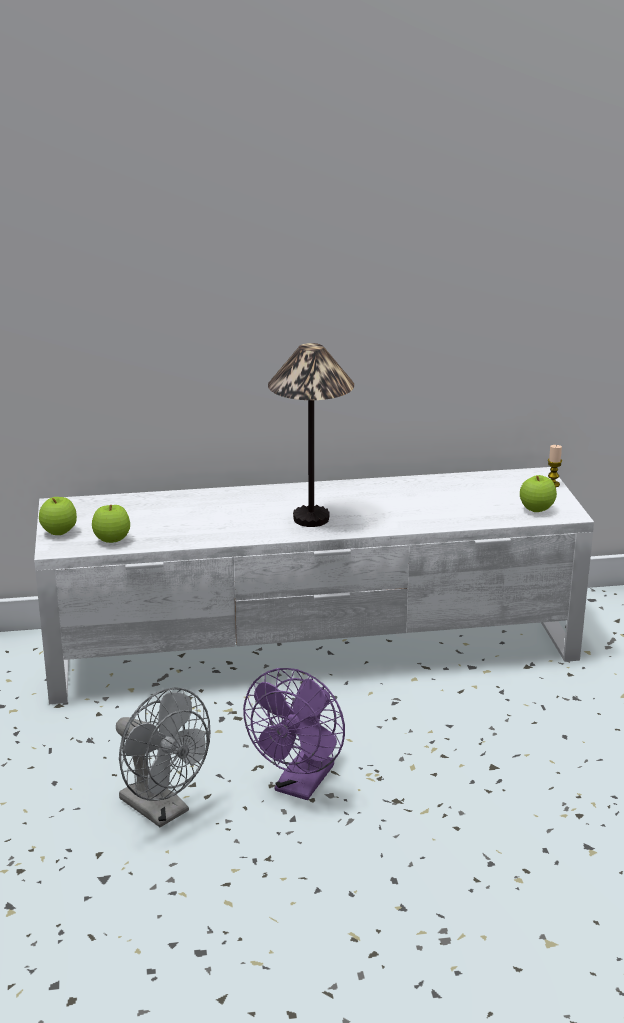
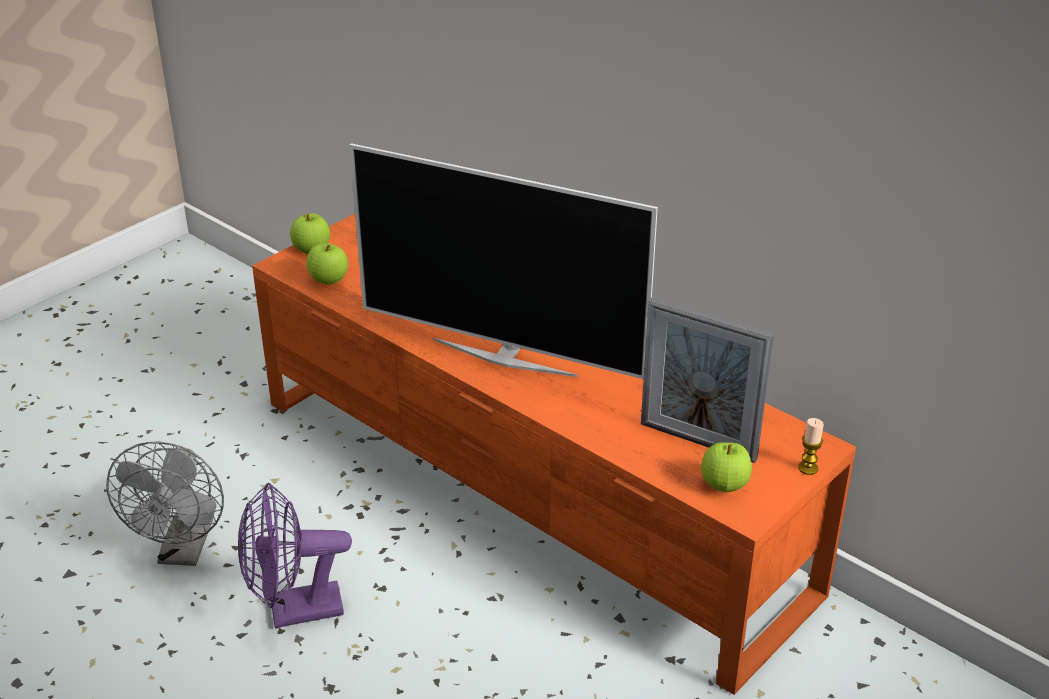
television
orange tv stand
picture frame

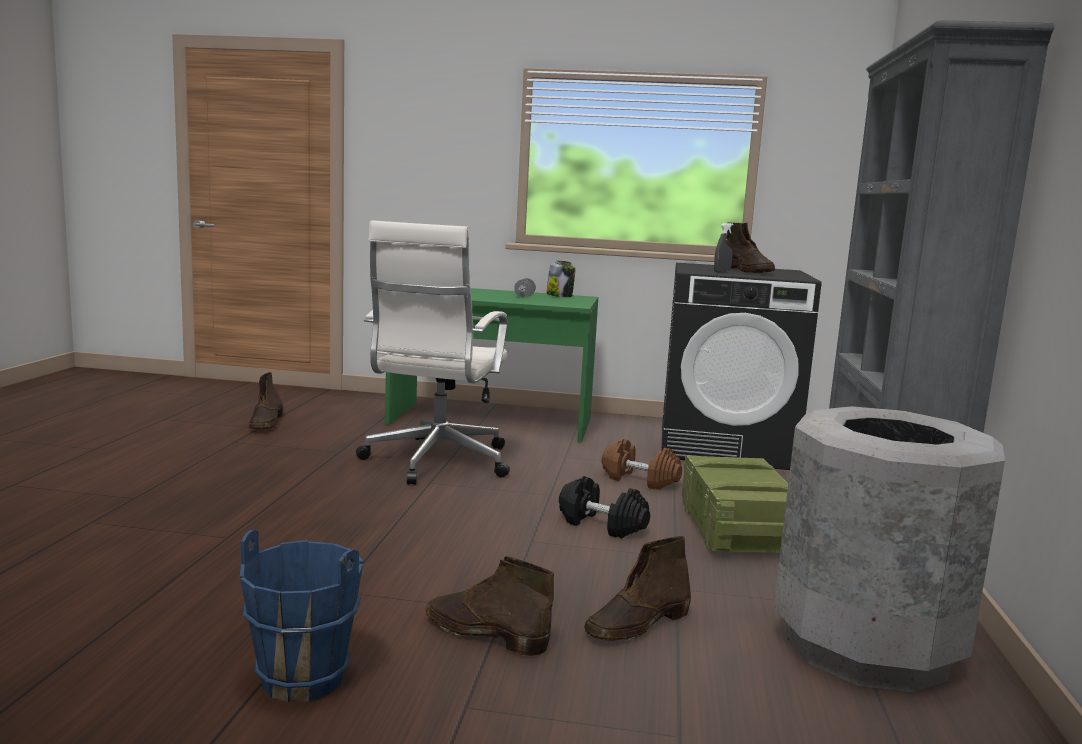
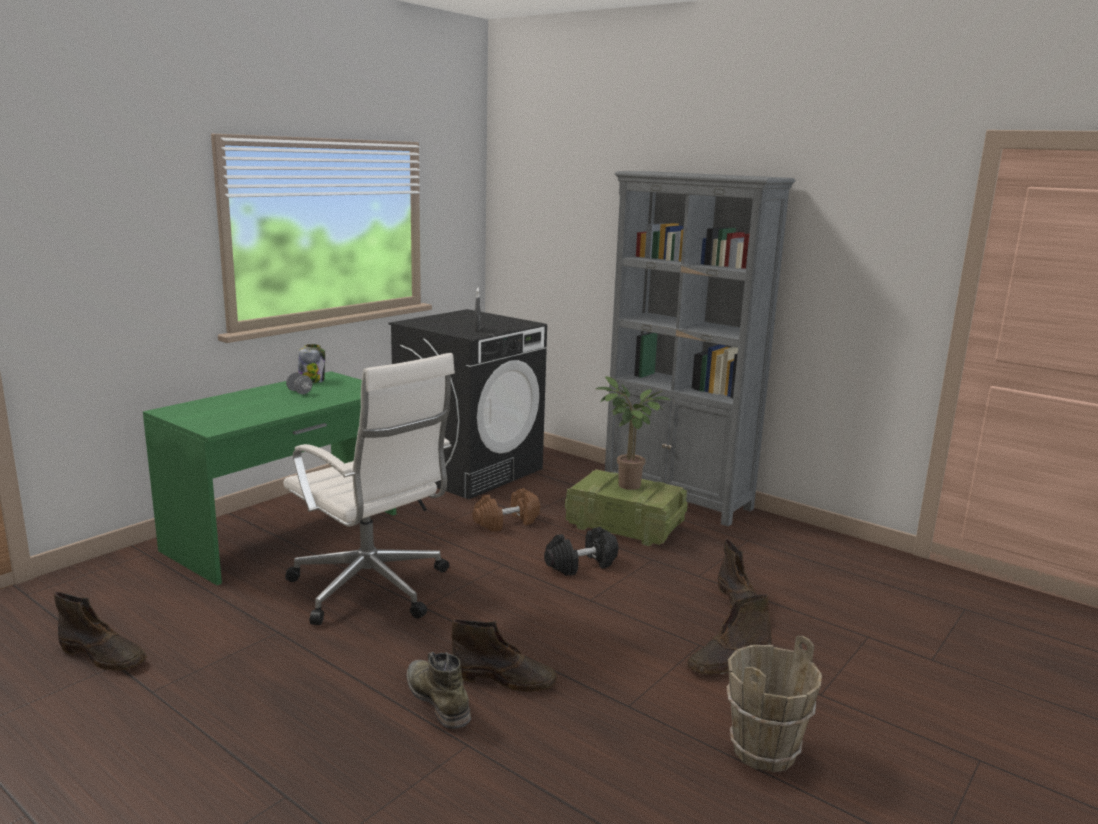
brown boot (no. 2 from left)
grey trash can
brown bucket
potted plant
green boot

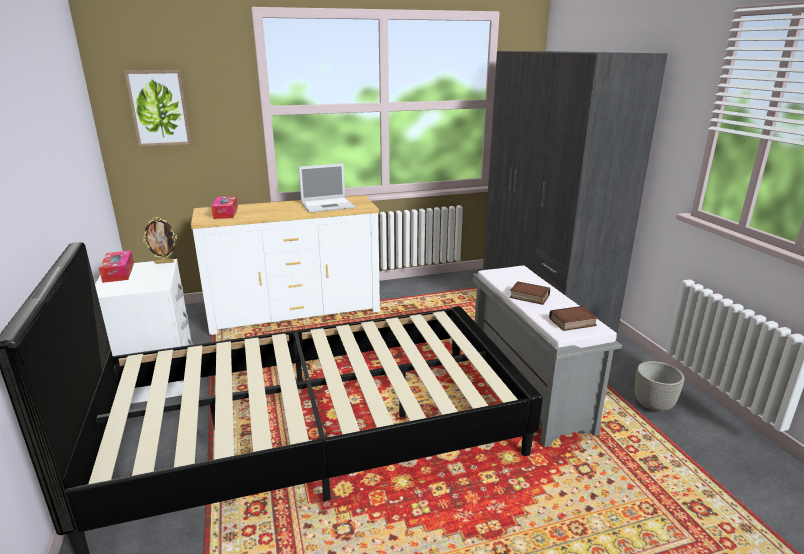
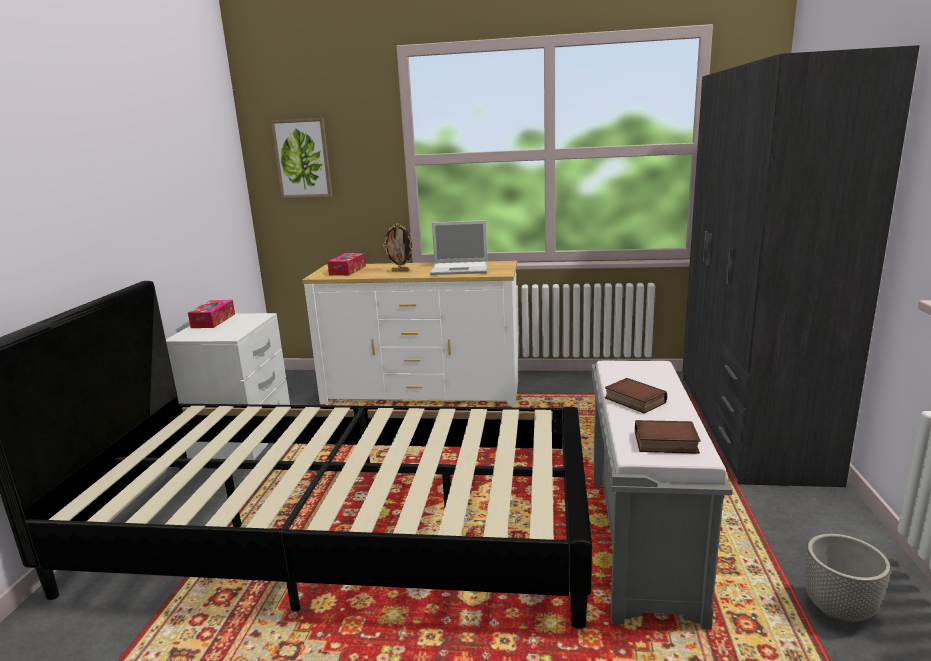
picture frame

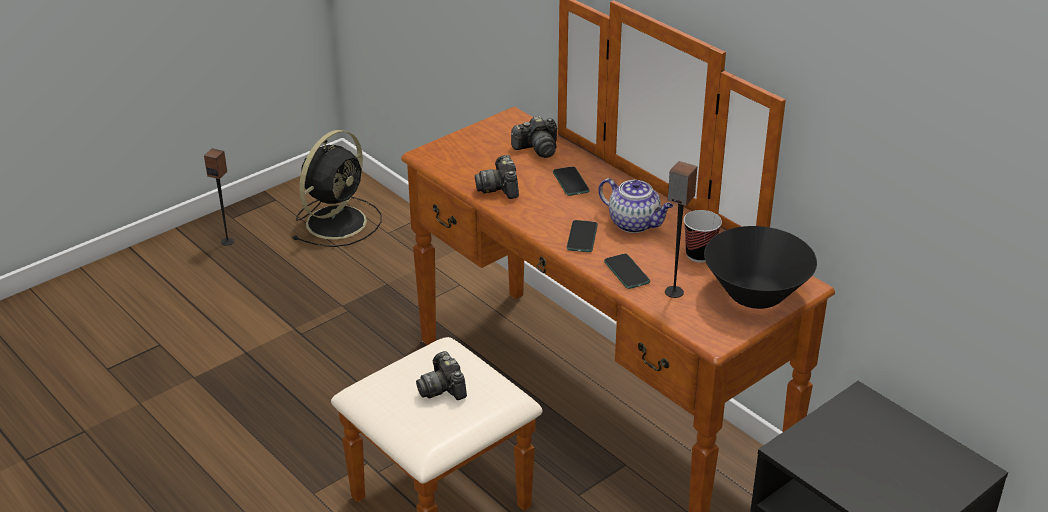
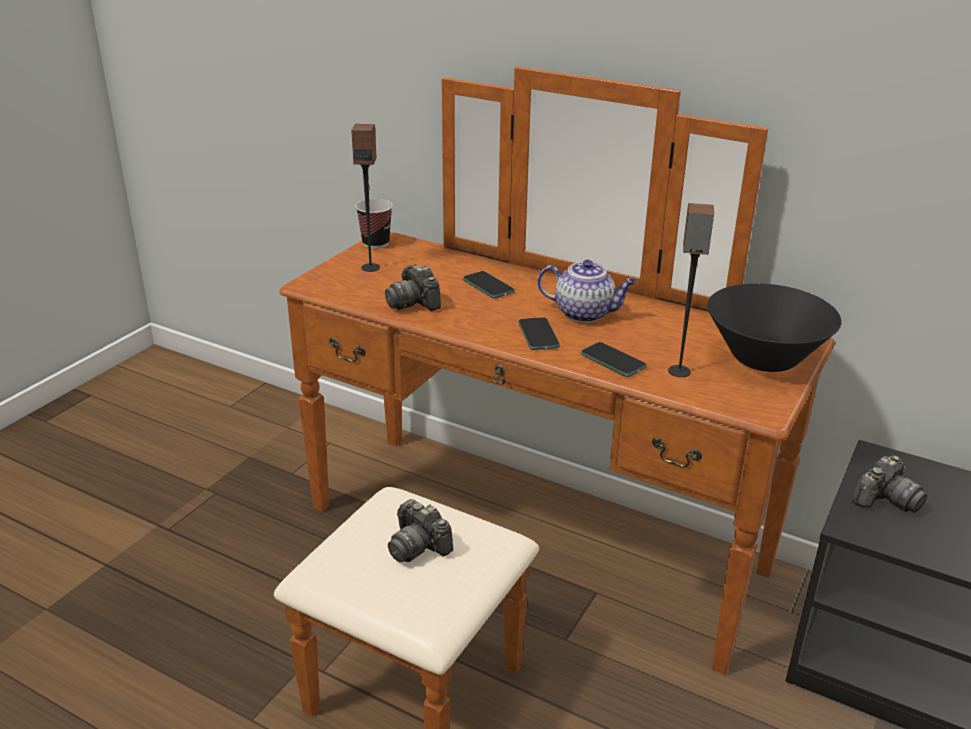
photo camera (no. 3 from left)
black fan
speaker (no. 1 from left)
cup

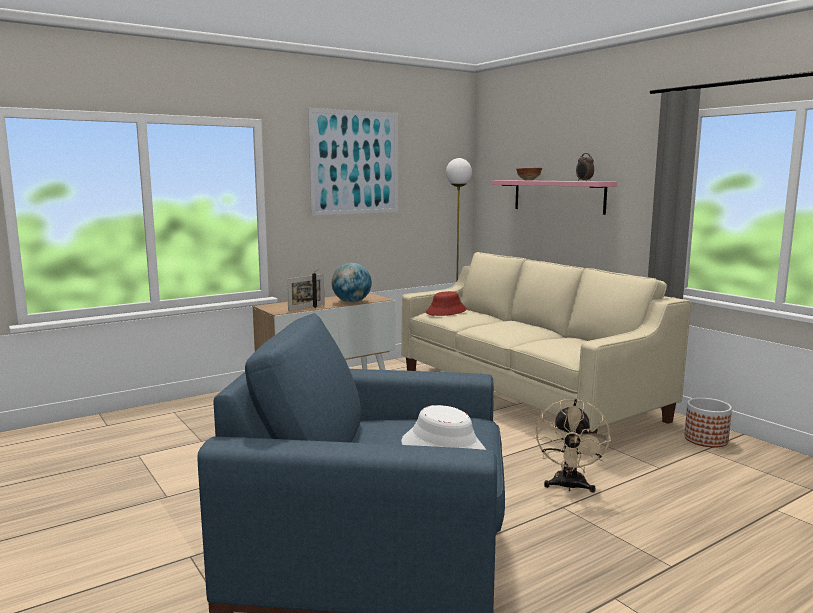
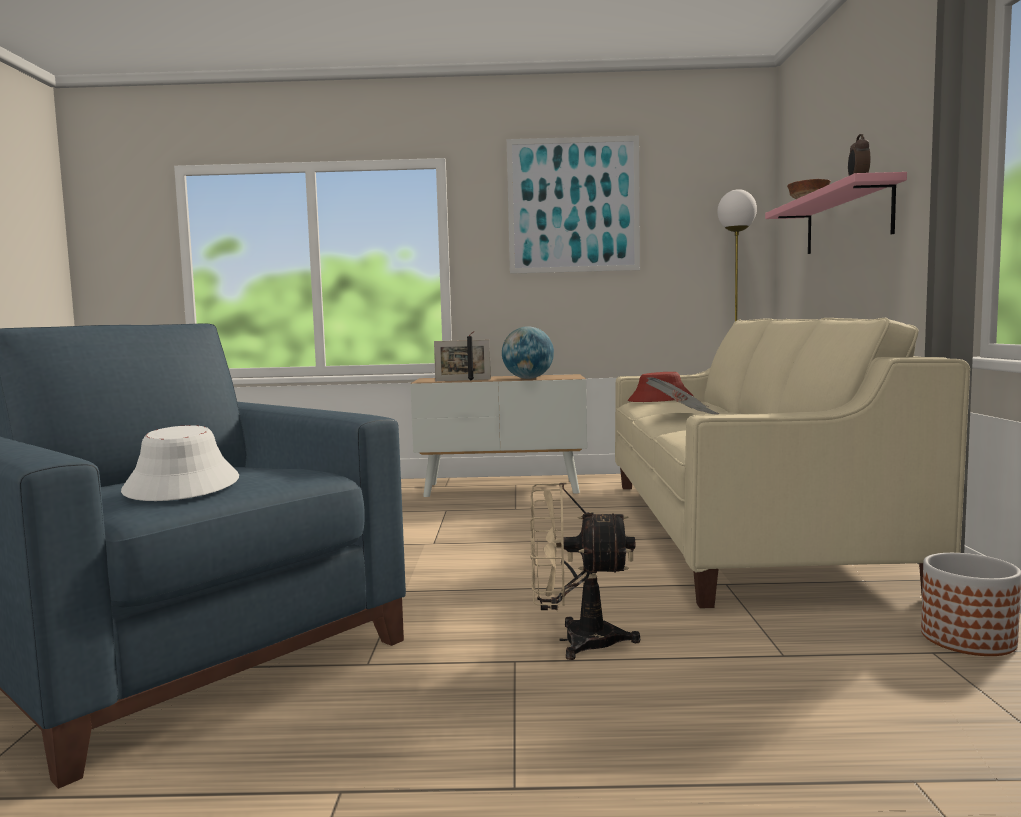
beige fan
newspaper

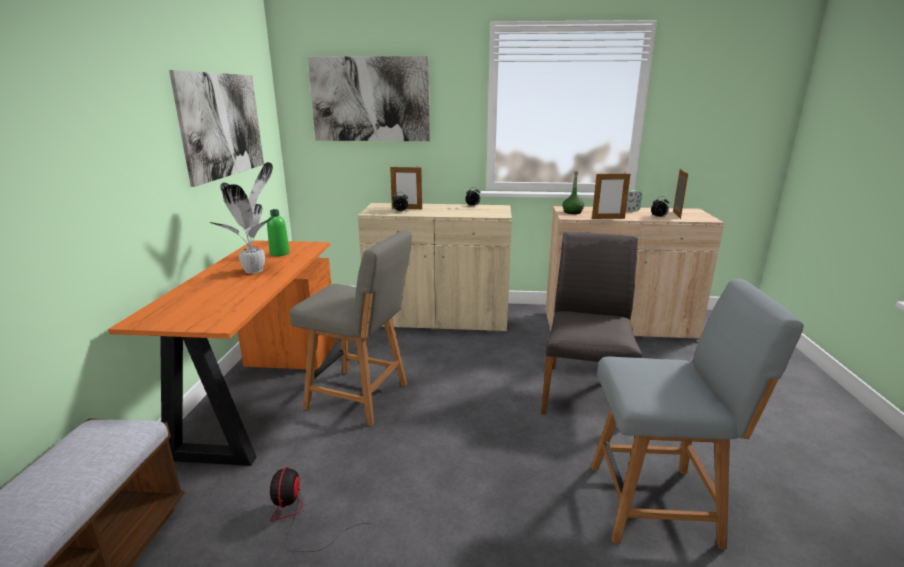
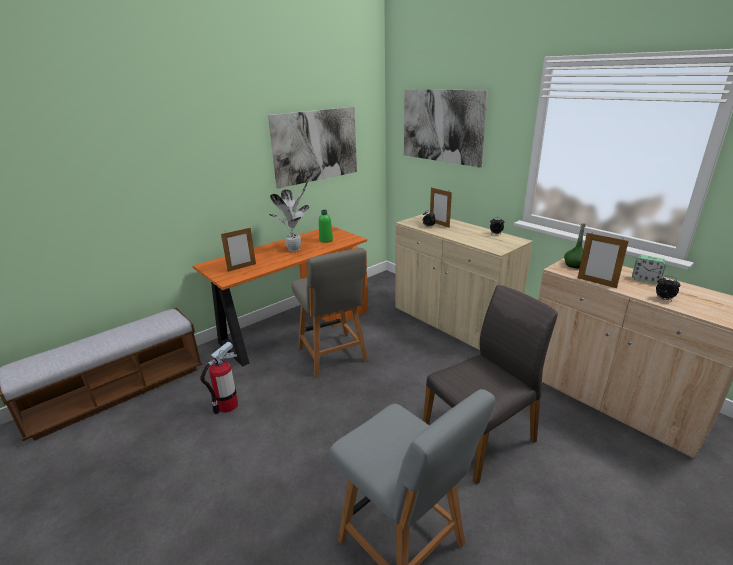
picture frame (no. 1 from left)
fire extinguisher

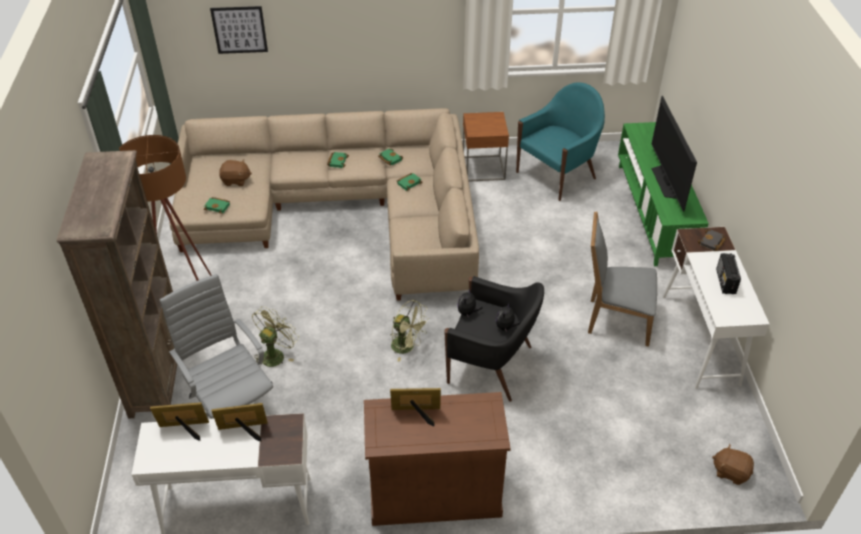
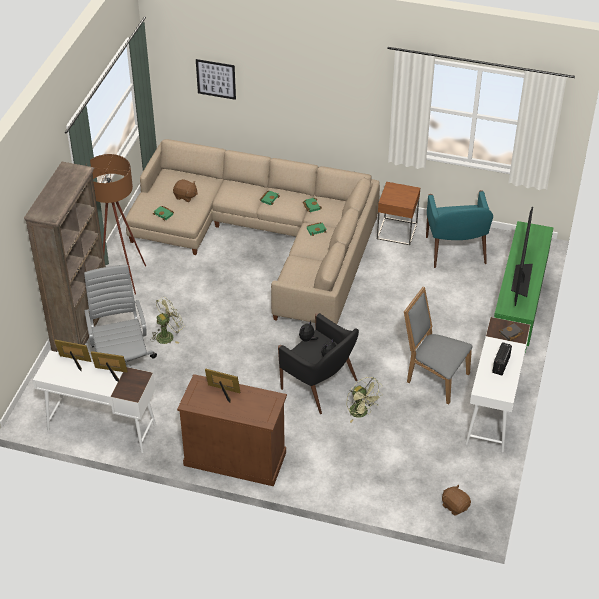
turquoise armchair
green fan (no. 2 from left)

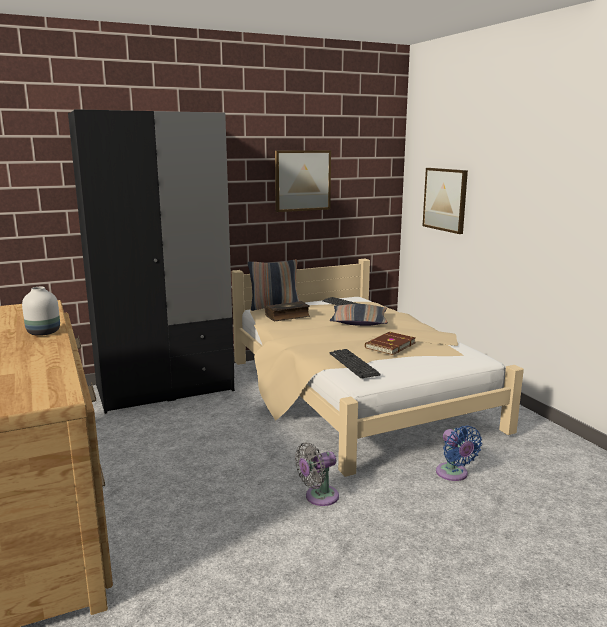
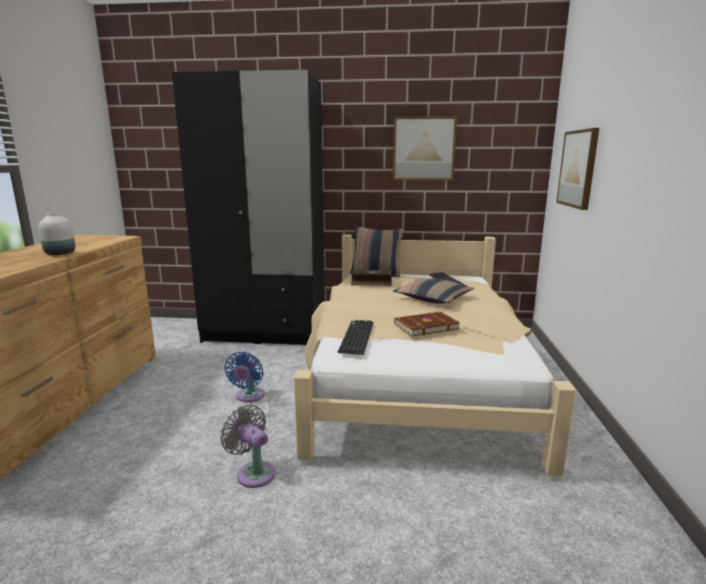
blue fan
grey fan

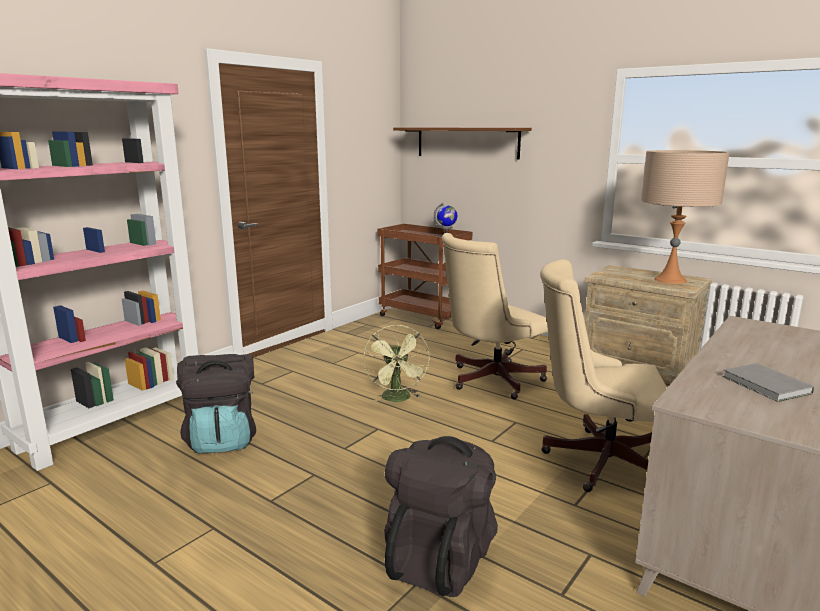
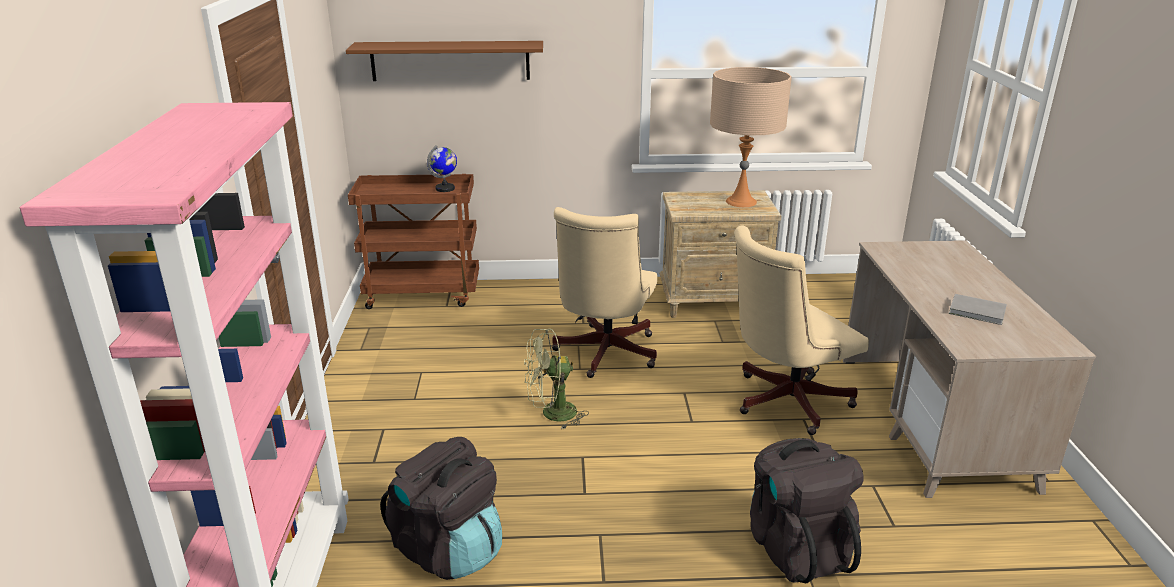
green fan

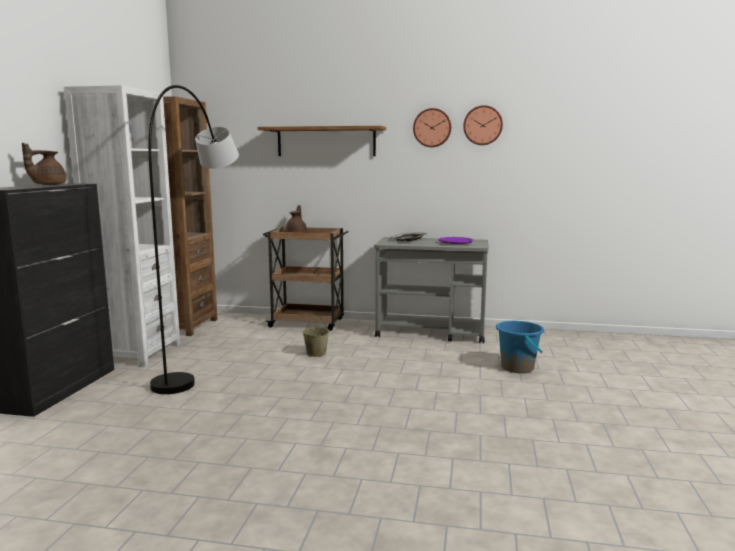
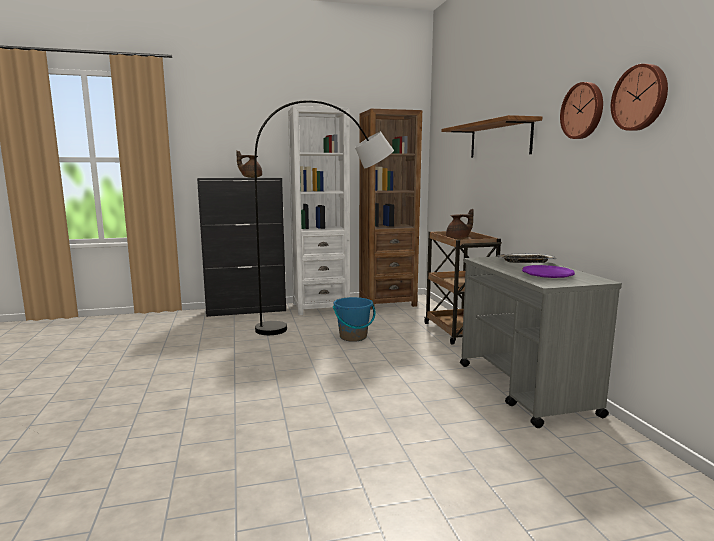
beige bucket
blue bucket

